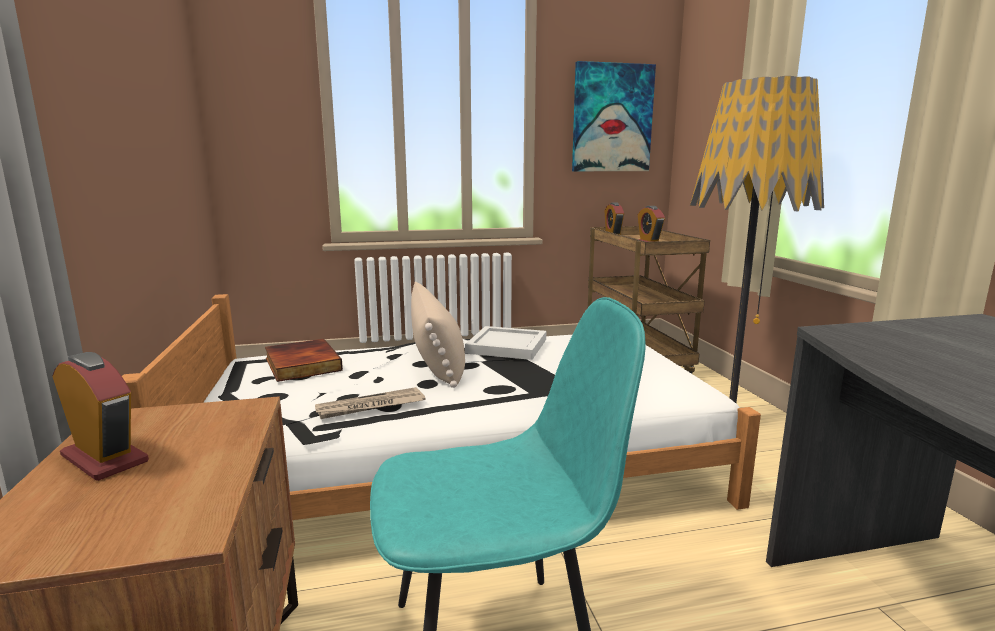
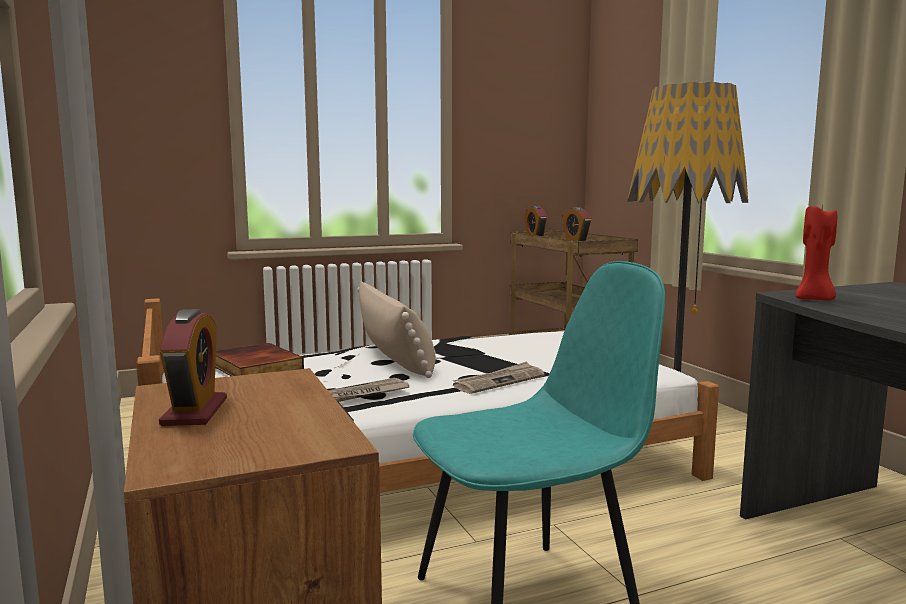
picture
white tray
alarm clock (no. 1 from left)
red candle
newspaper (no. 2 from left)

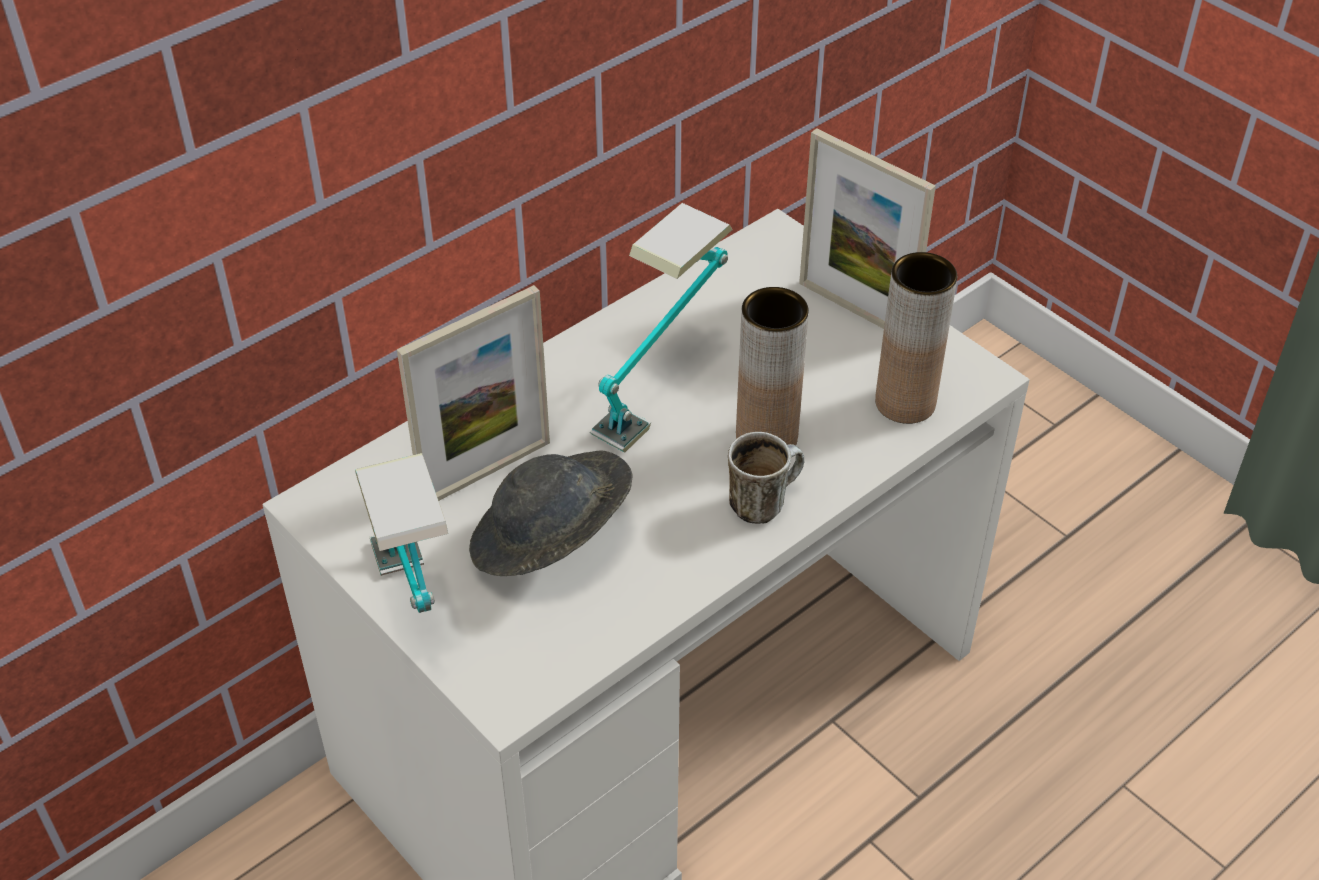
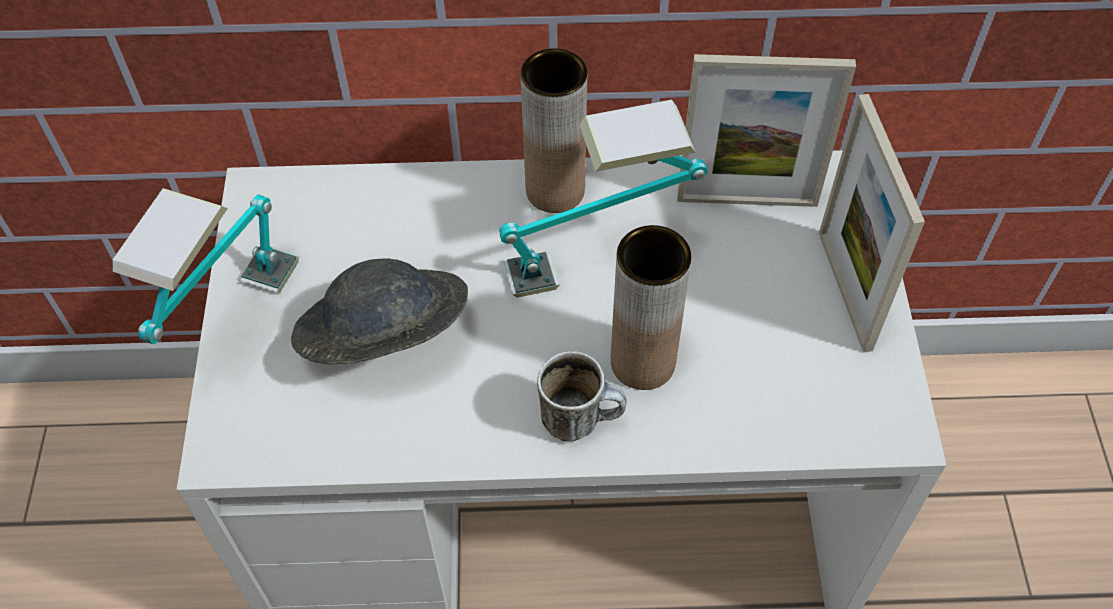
brown vase (no. 1 from left)
picture frame (no. 1 from left)

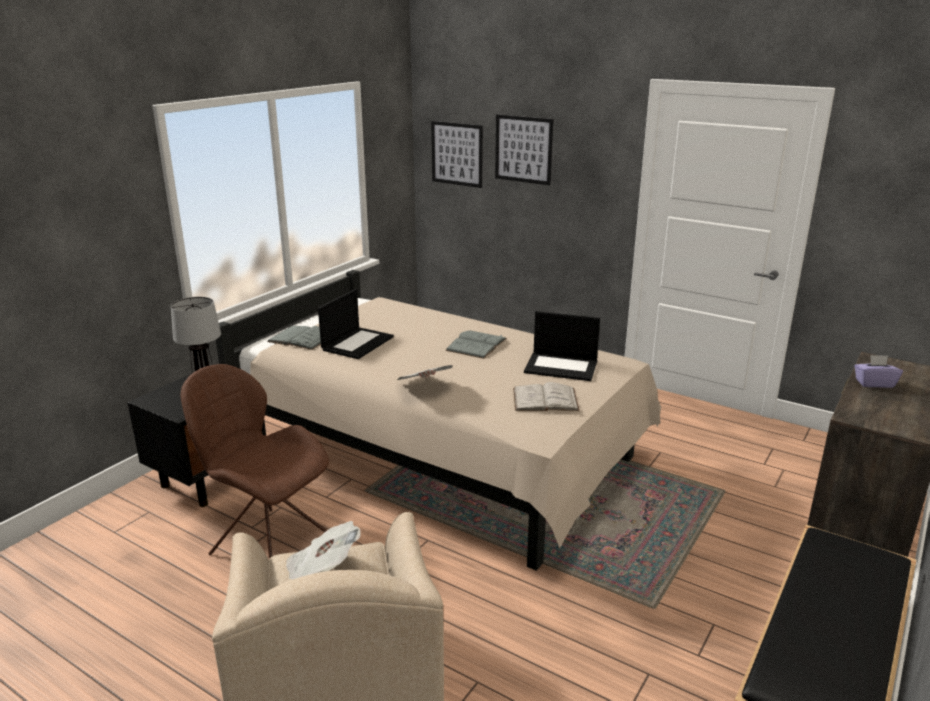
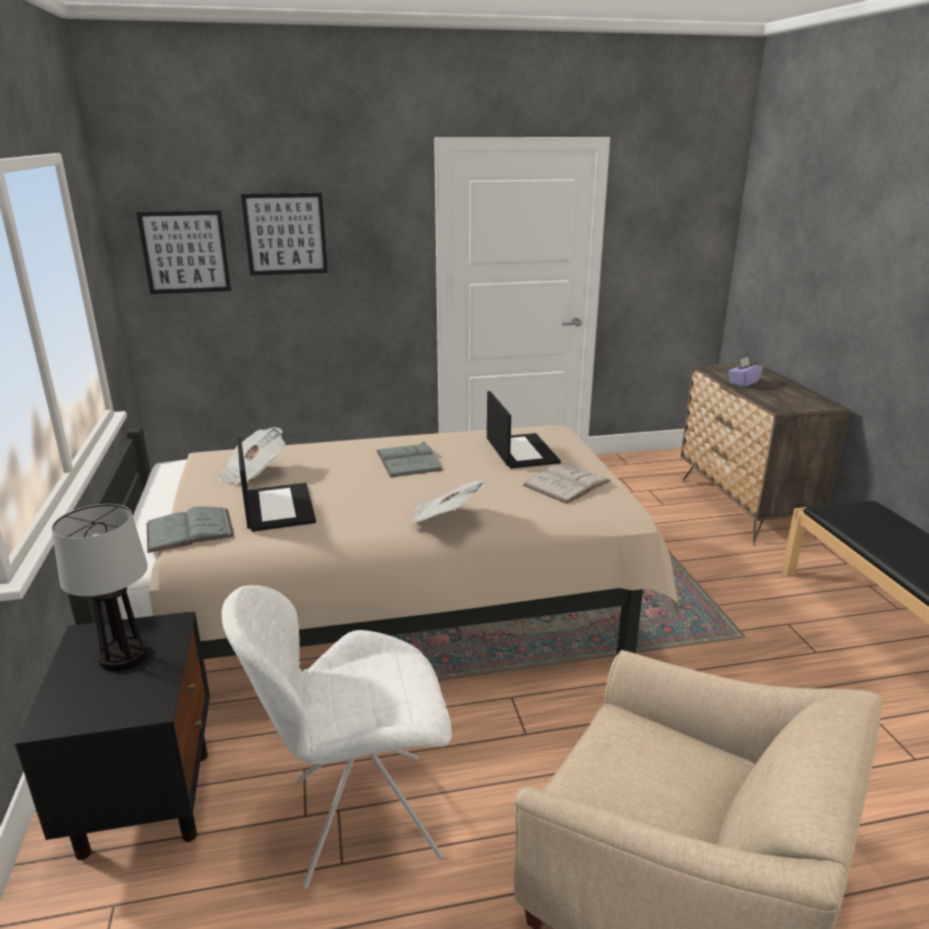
laptop (no. 2 from left)
white chair
newspaper (no. 1 from left)

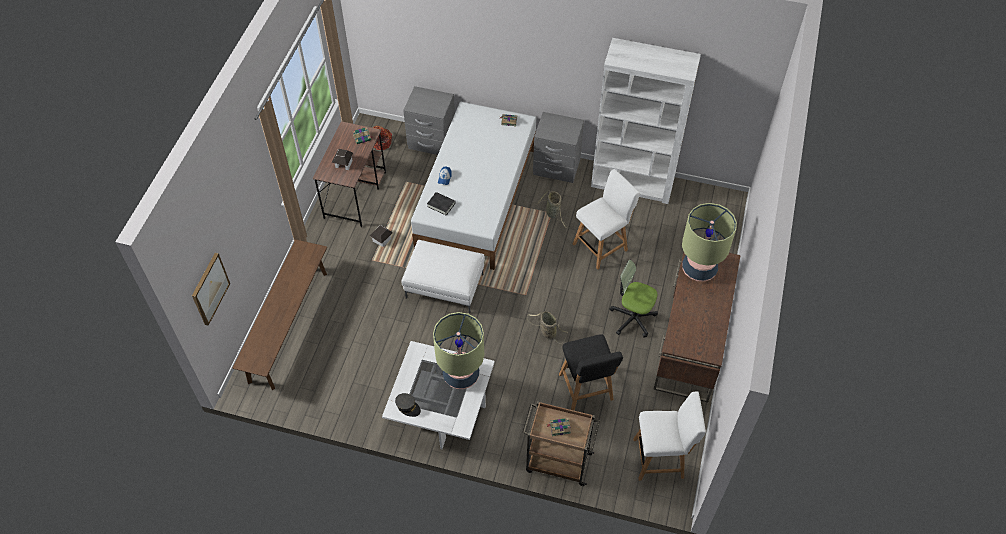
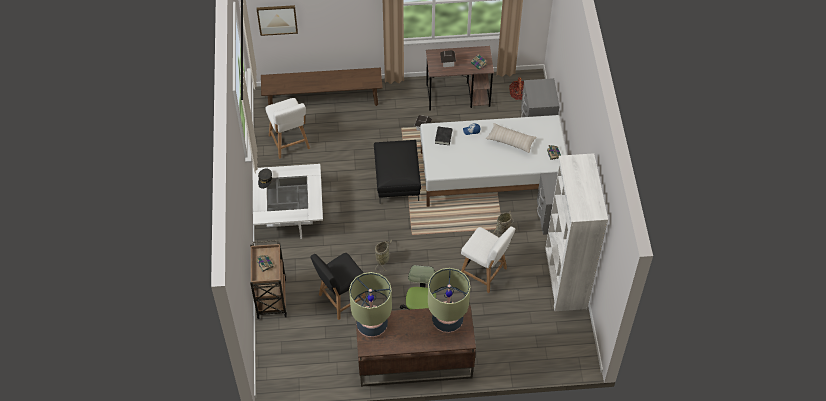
black ottoman
table lamp (no. 1 from left)
white chair (no. 1 from left)
beige pillow

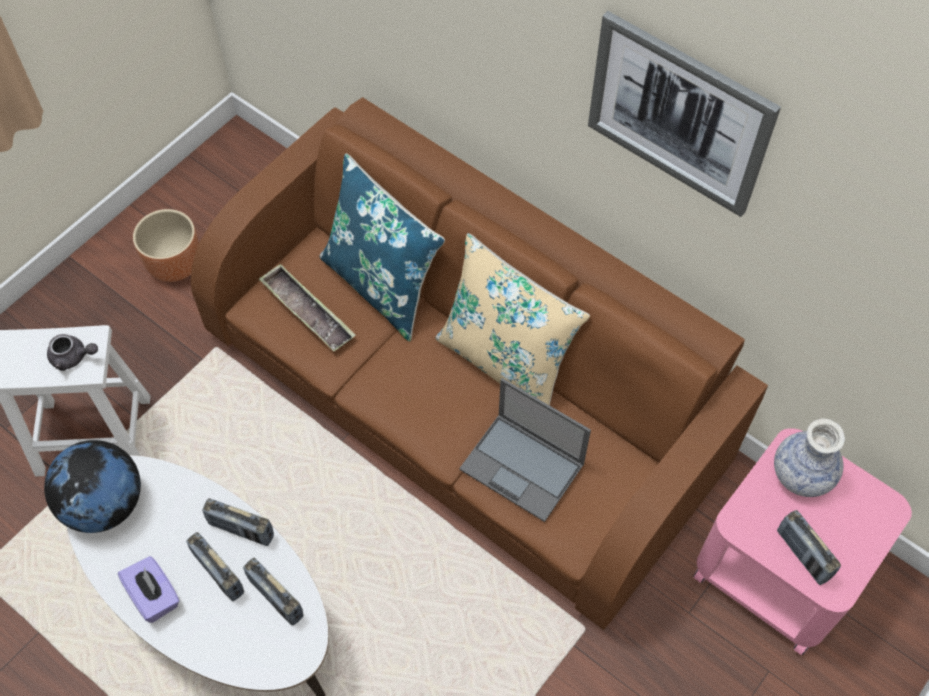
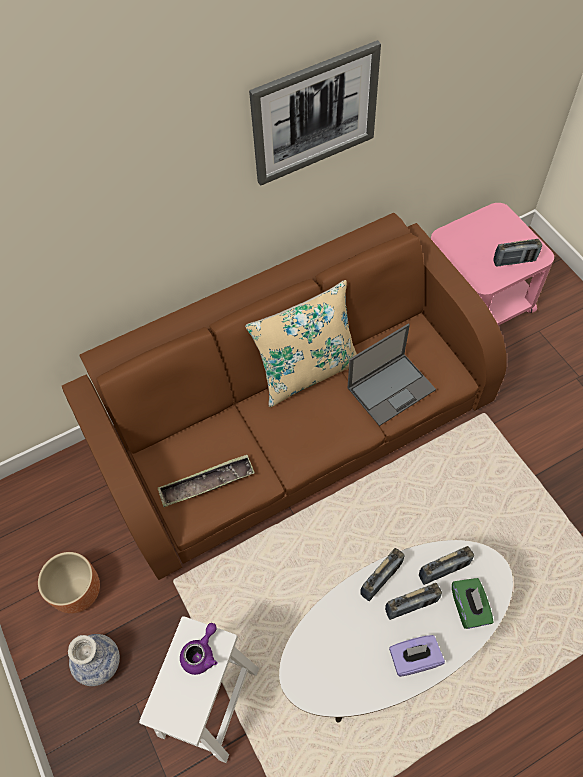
blue pillow
purple teapot
vase
globe
green tissue box

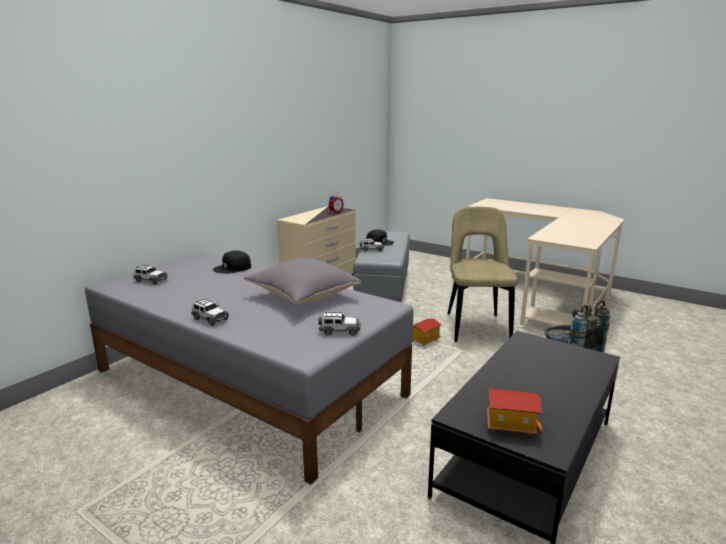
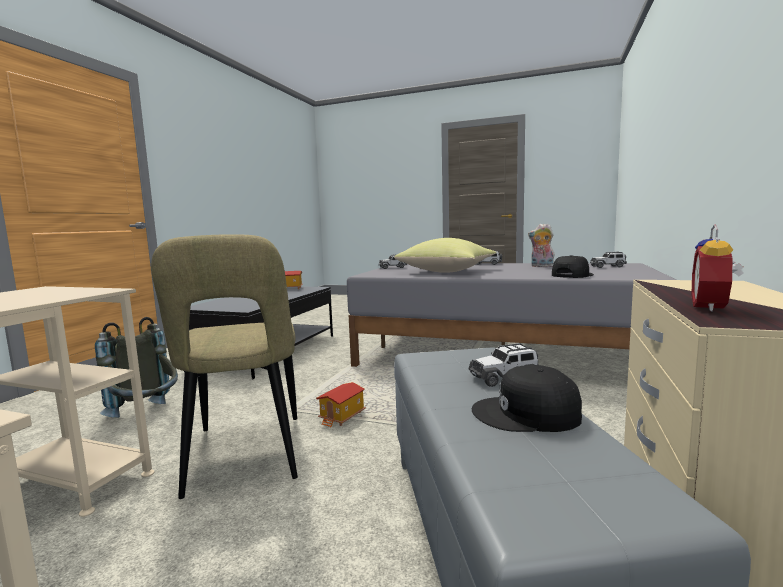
yellow pillow
plush toy

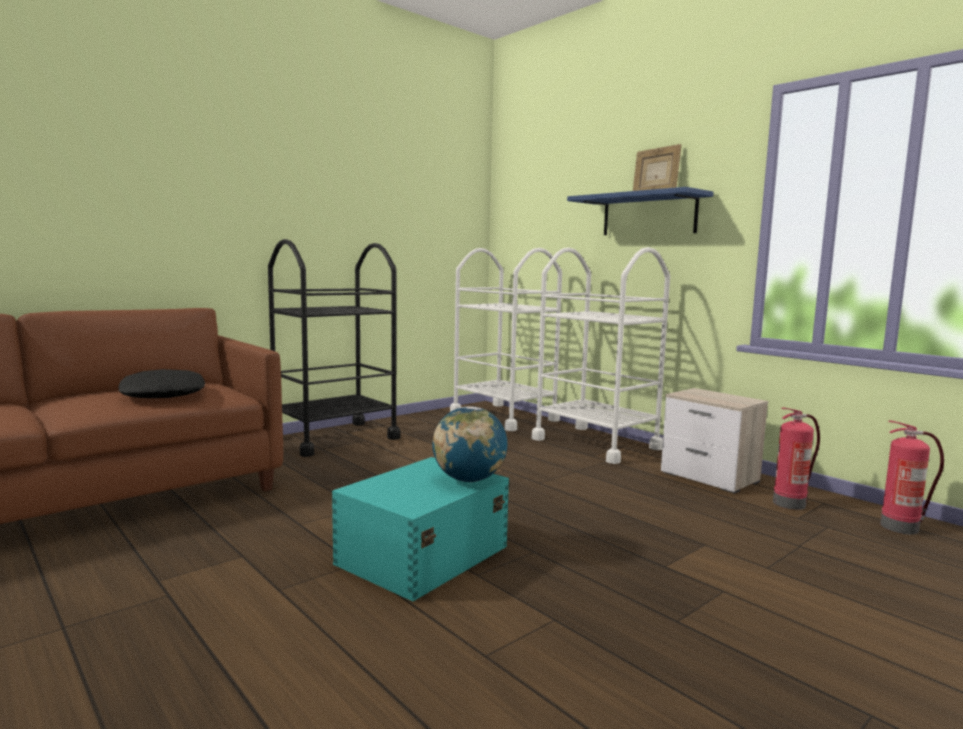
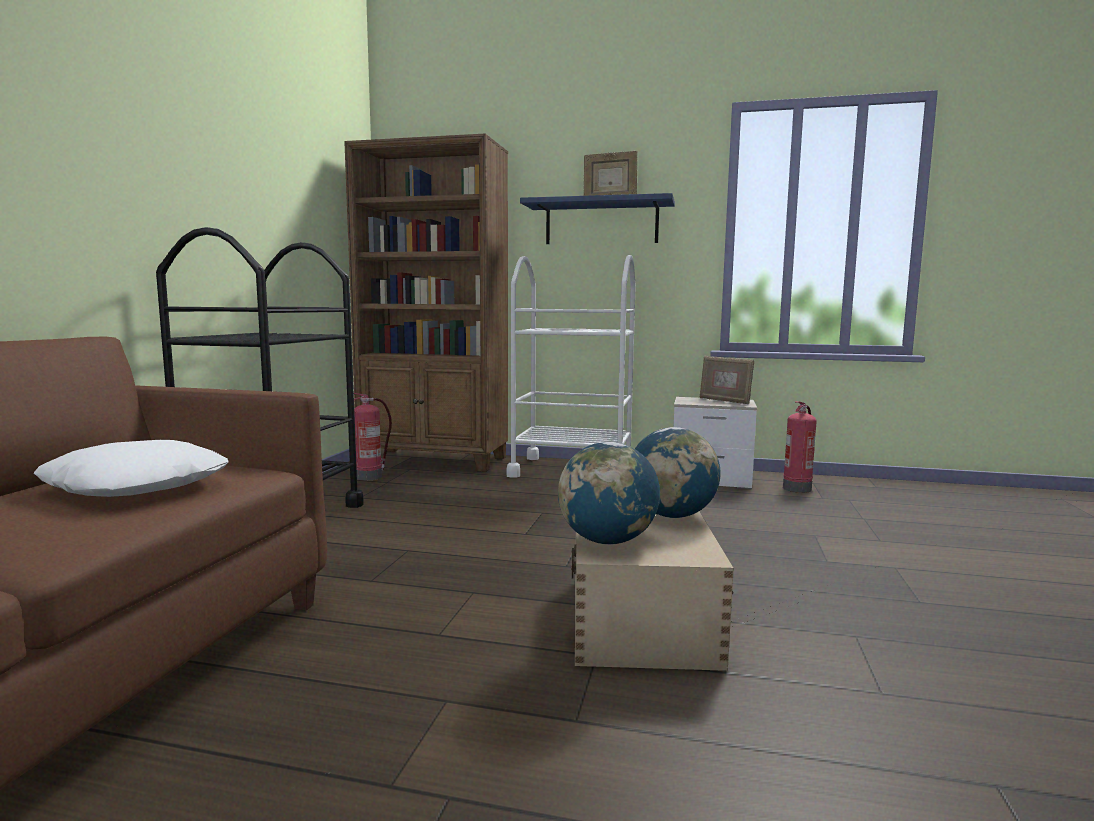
brown bookcase
white pillow
fire extinguisher (no. 1 from left)
beige storage box
picture frame (no. 2 from left)
globe (no. 1 from left)

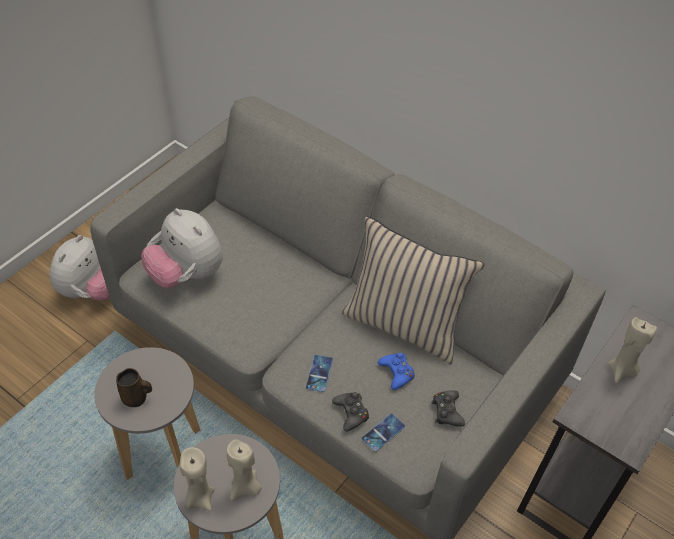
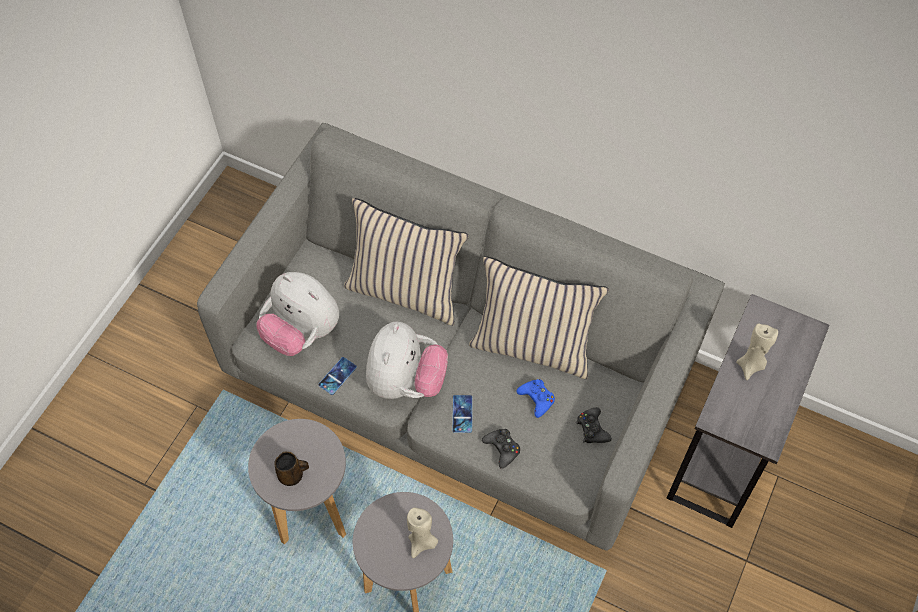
plush toy (no. 2 from left)
phone (no. 1 from left)
beige candle (no. 1 from left in the first image)
beige pillow (no. 1 from left)

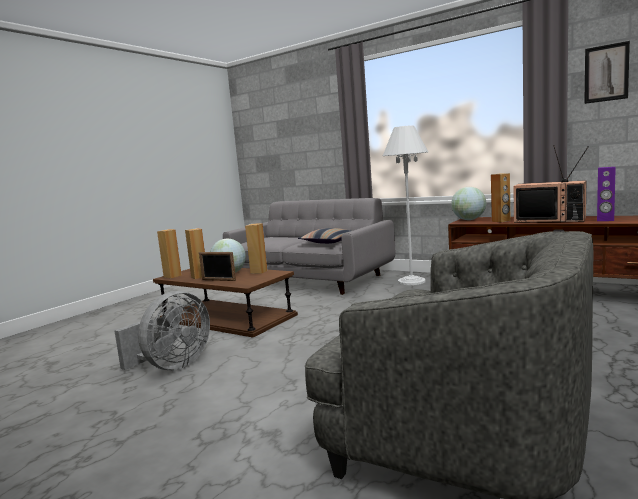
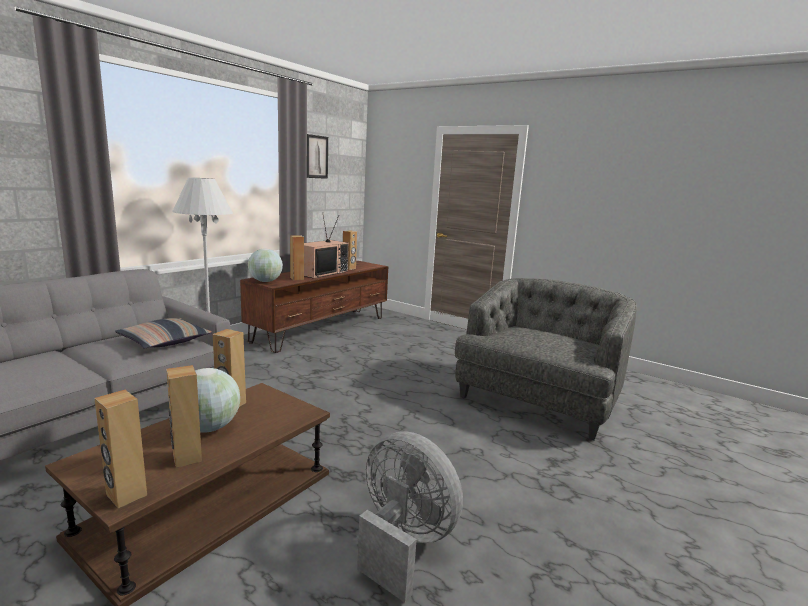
brown speaker (no. 5 from left)
picture frame

